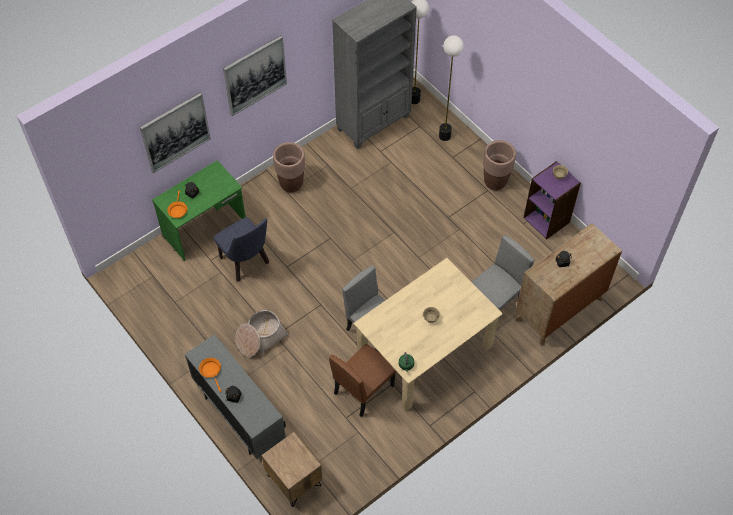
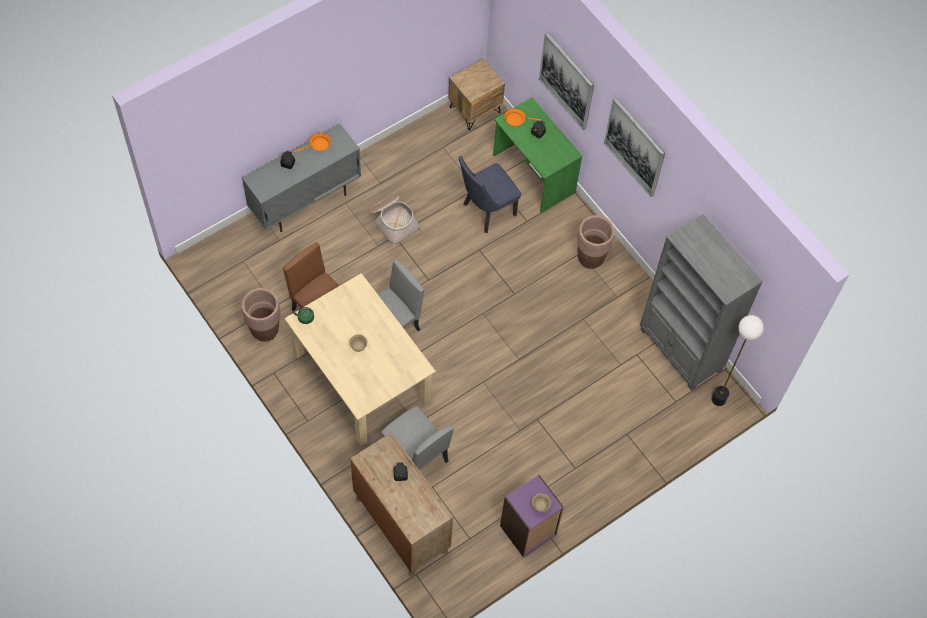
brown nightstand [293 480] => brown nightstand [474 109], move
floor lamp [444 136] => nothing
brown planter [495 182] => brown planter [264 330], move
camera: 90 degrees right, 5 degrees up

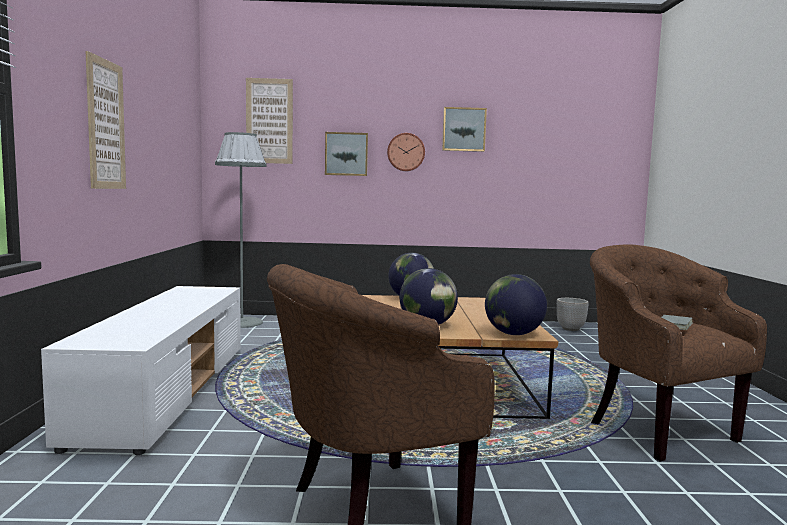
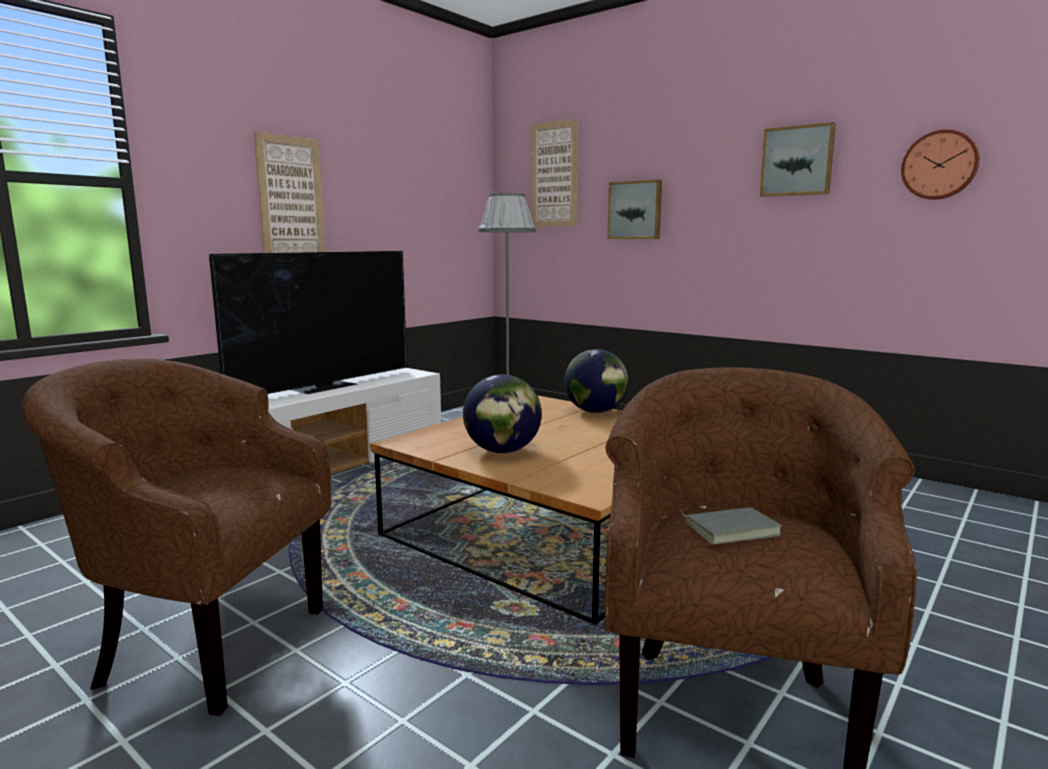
wall clock [406 152] => wall clock [939 165], move
globe [513 334] => nothing
planter [571 329] => nothing
nothing => television [325 386]
camera: 40 degrees right, 5 degrees up

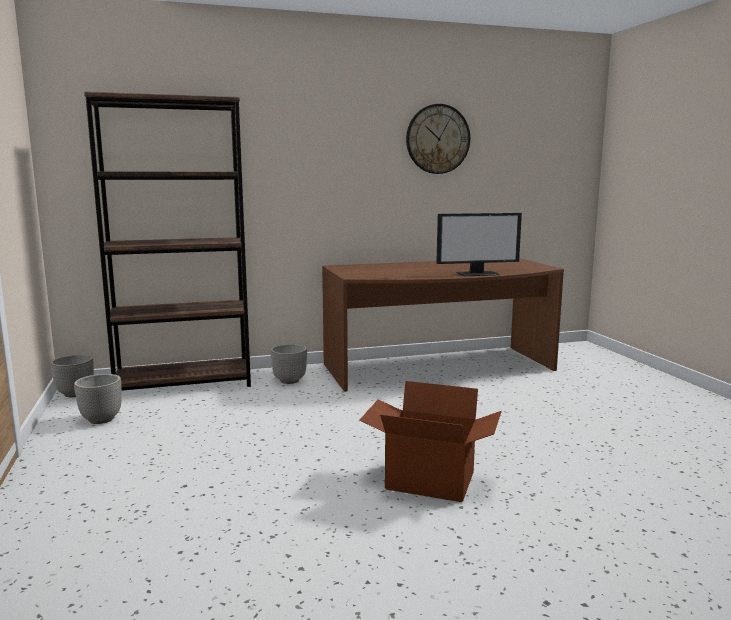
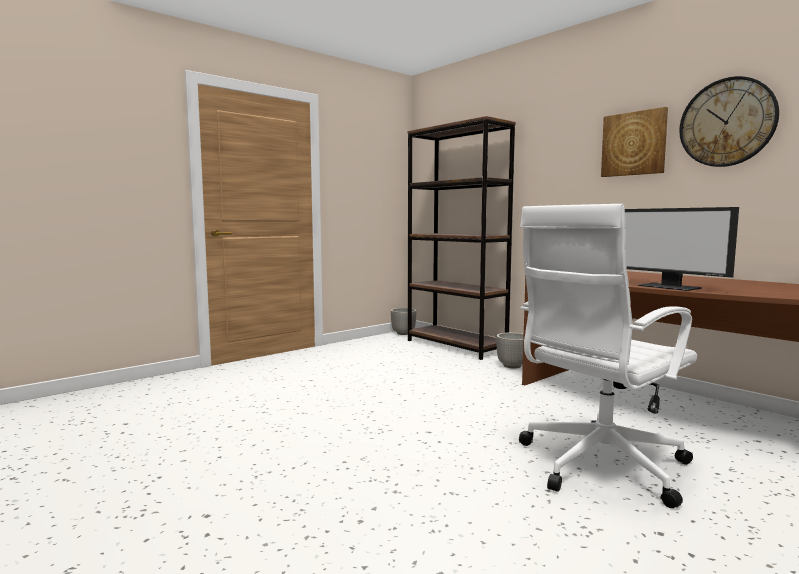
planter [101 419] => nothing
cardboard box [429 481] => nothing
nothing => white office chair [598 465]
nothing => picture [634 144]
camera: 65 degrees right, 5 degrees down

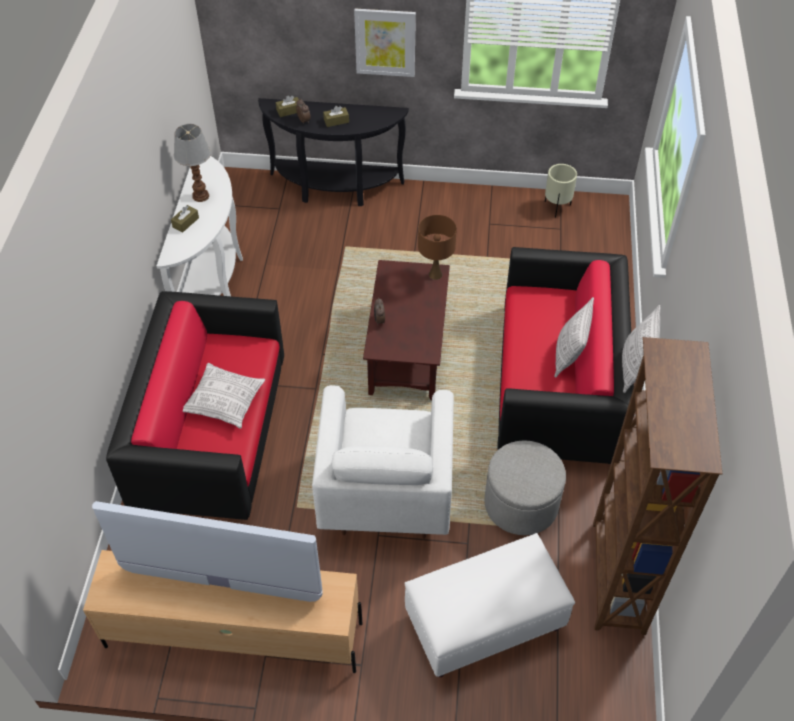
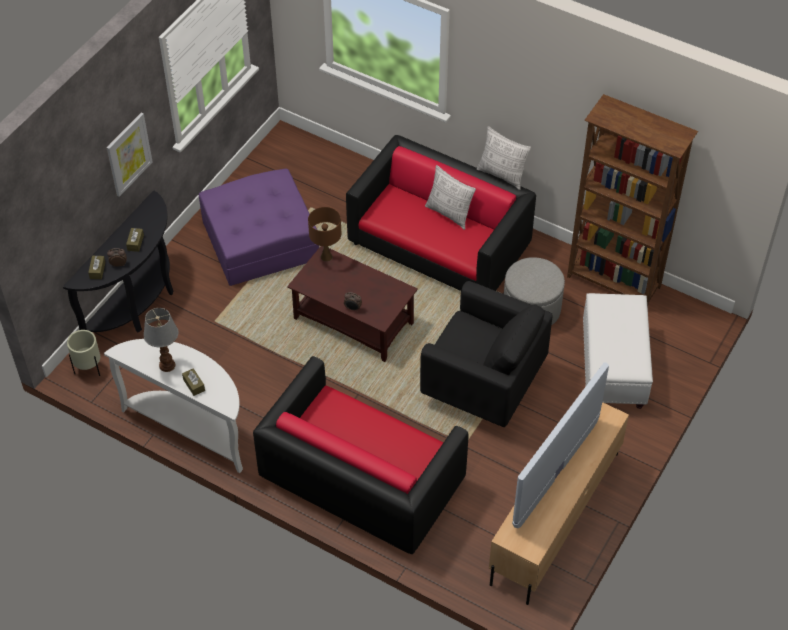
pillow [225 402] => nothing
white armchair [385 495] => black armchair [483 385]
beige planter [557 208] => beige planter [89 369], move
nothing => purple ottoman [260 239]
camera: 65 degrees left, 0 degrees up

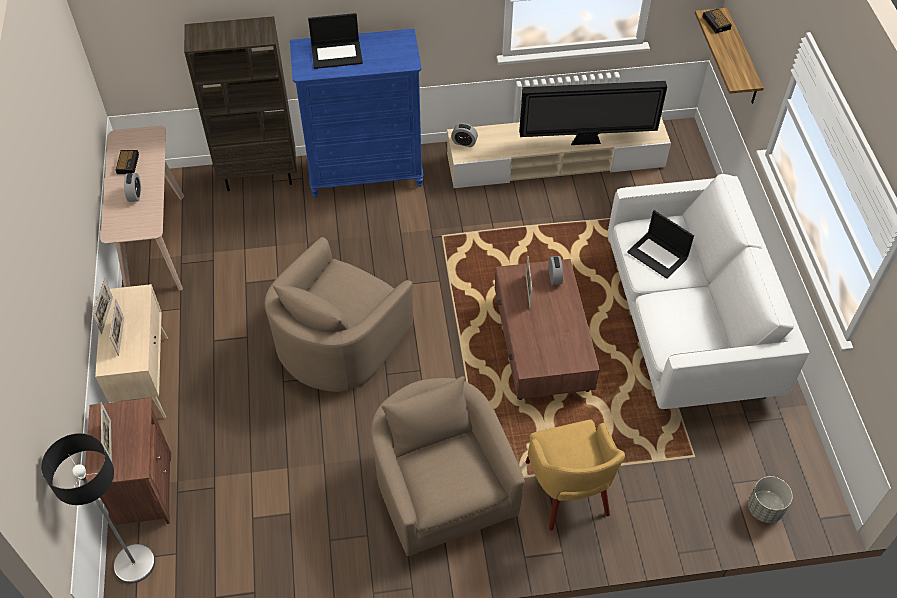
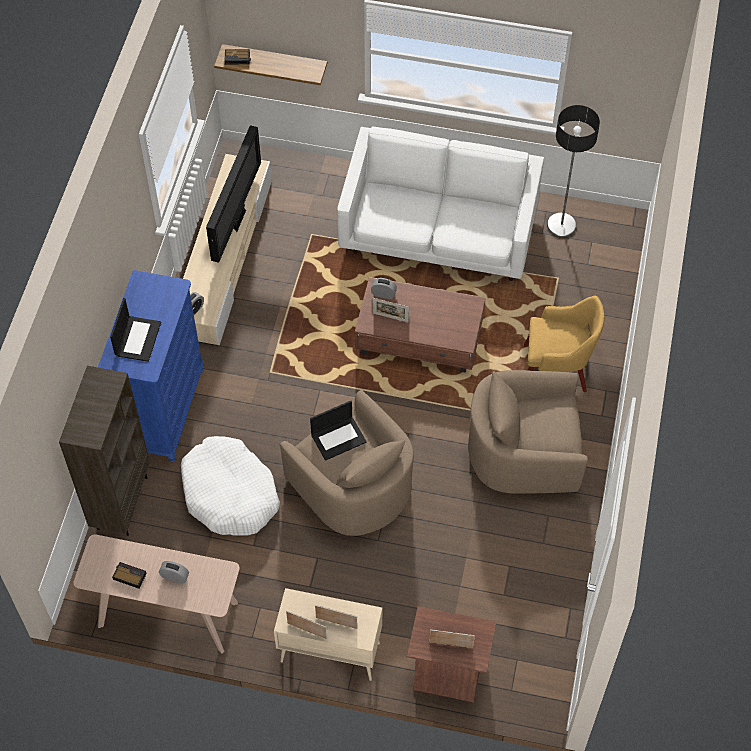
floor lamp [135 564] => floor lamp [561 225], move
laptop [658 255] => laptop [338 437], move
grey planter [764 508] => nothing
nothing => white dog bed [230 494]
camera: 70 degrees left, 5 degrees up

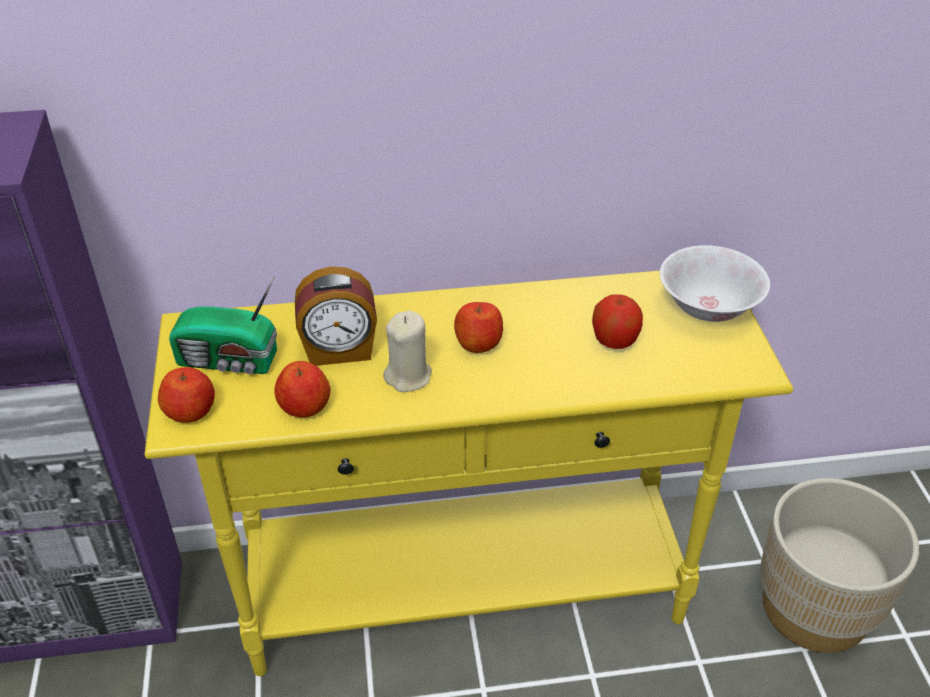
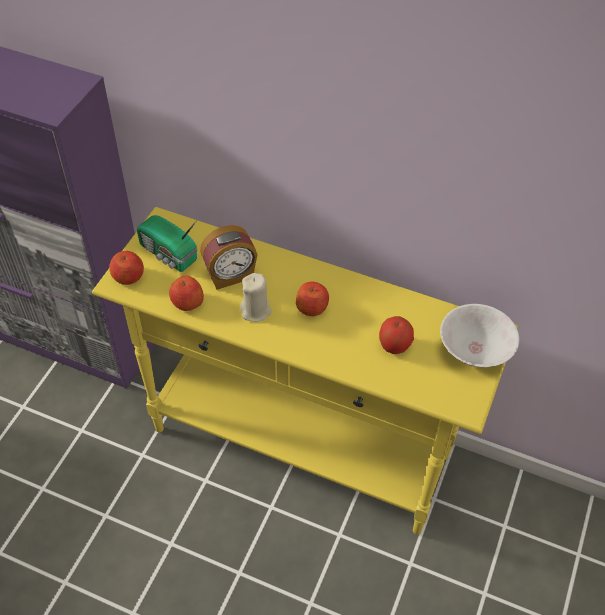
alarm clock [339 351] => alarm clock [230 276], 45 degrees counterclockwise
beige planter [815 608] => nothing
camera: 30 degrees right, 10 degrees up

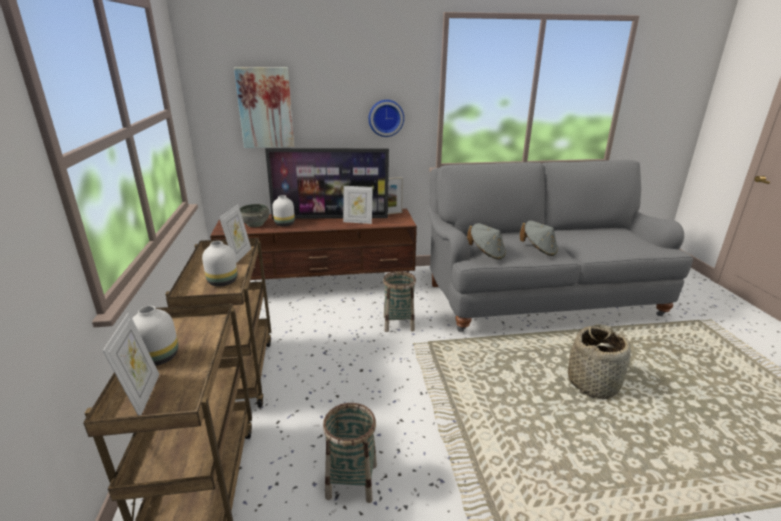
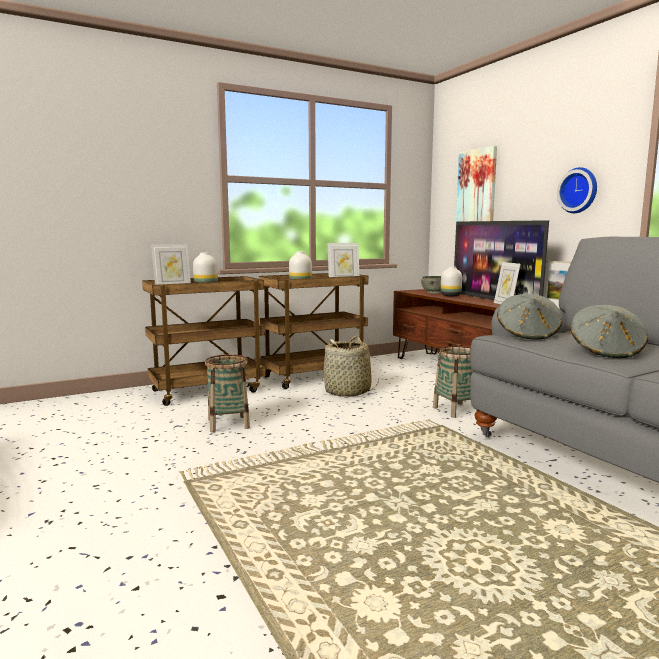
basket [593 383] => basket [348 391], move
camera: 70 degrees right, 15 degrees down

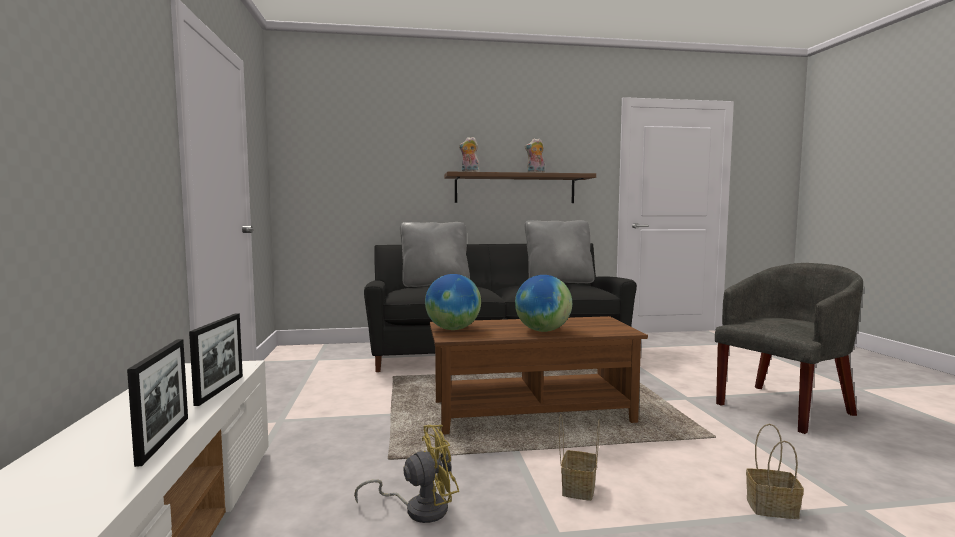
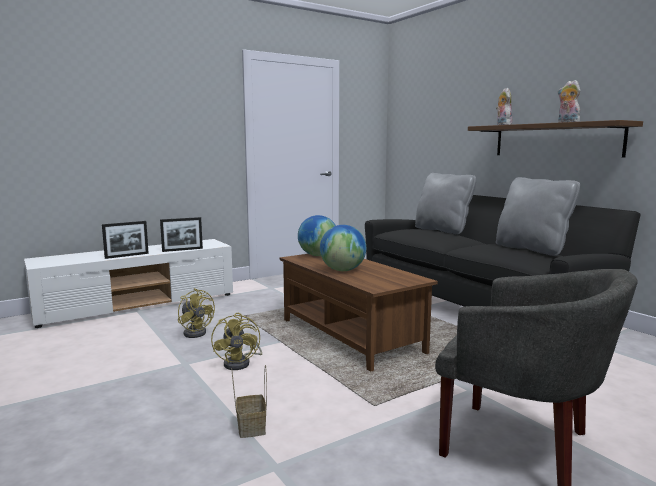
basket [578 487] => yellow fan [241 363]
camera: 65 degrees right, 5 degrees up

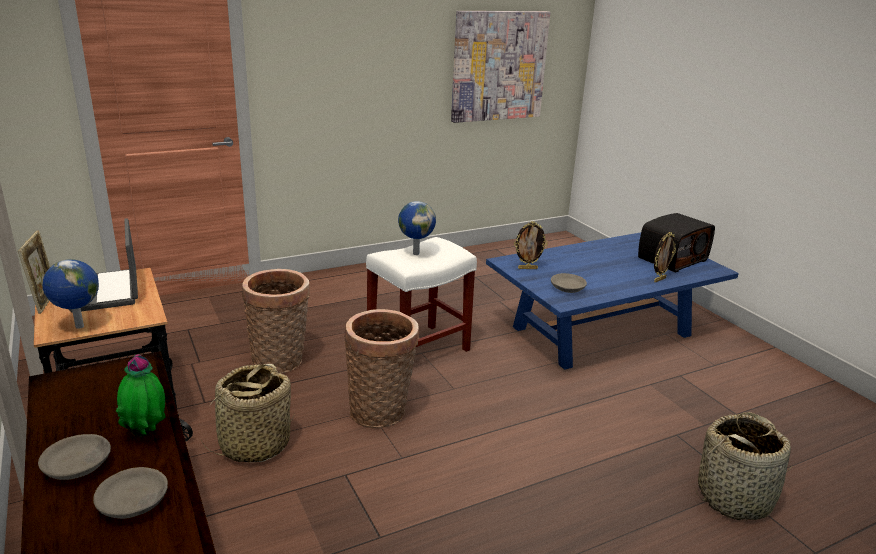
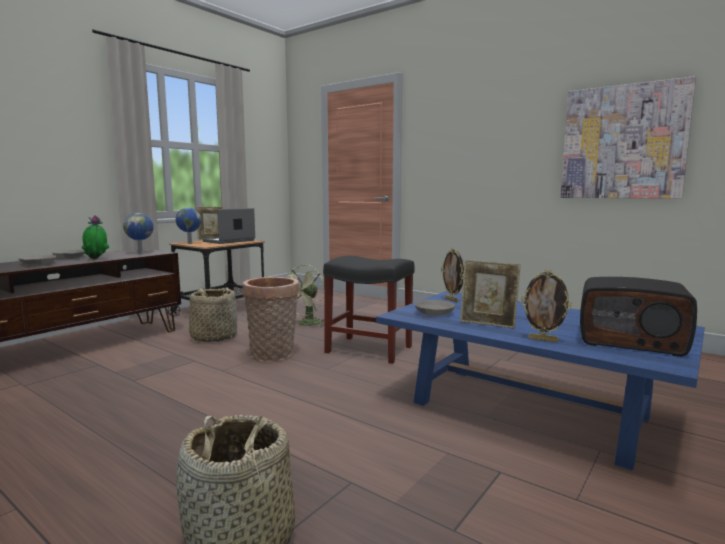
basket [281 361] => green fan [306 324]
white stool [419 349] => black stool [370 349]
globe [415 253] => globe [141 252], move
nothing => picture frame [488 324]
camera: 65 degrees right, 15 degrees down

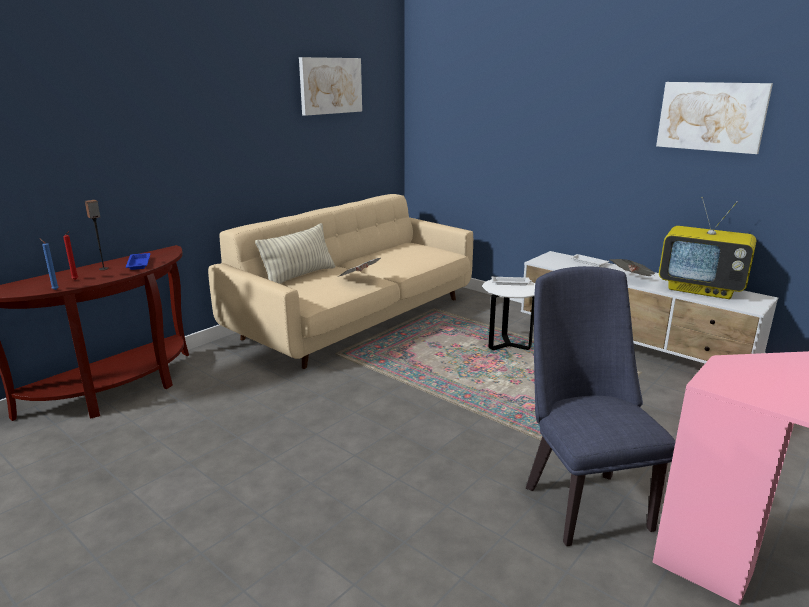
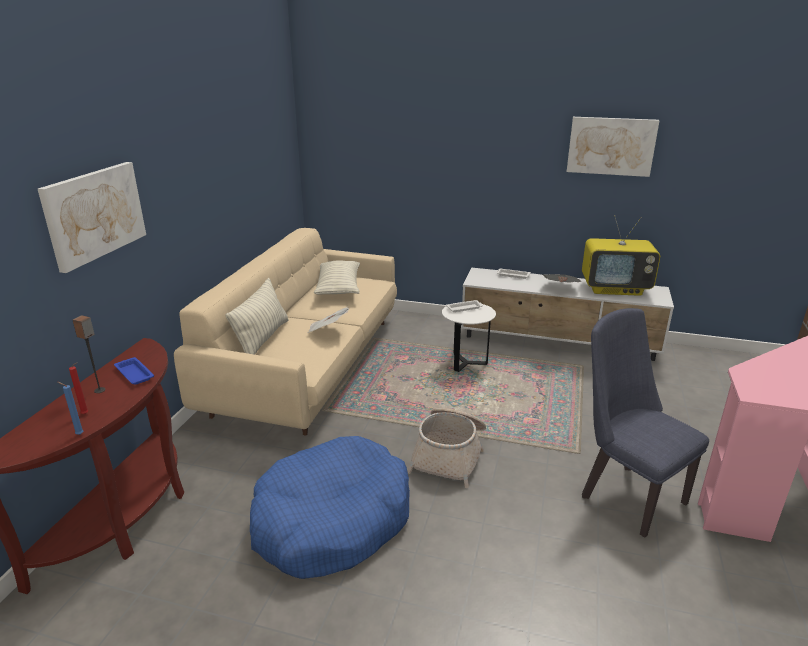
picture [330 85] => picture [94 214], move
nothing => blue dog bed [331 521]
nothing => pillow [338 288]
nothing => basket [450 455]
camera: 25 degrees left, 5 degrees up

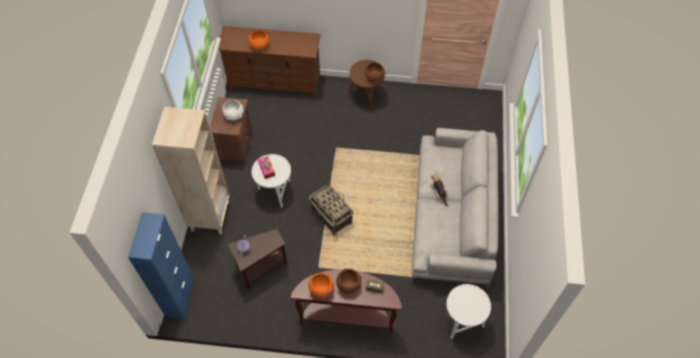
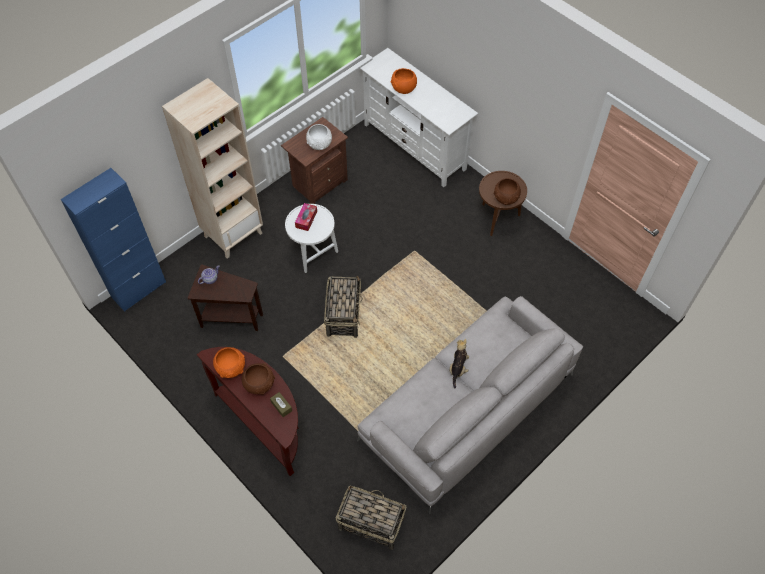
brown tv stand [275 84] => white tv stand [415 146]
white side table [462 321] => basket [370 523]
camera: 40 degrees right, 0 degrees up

